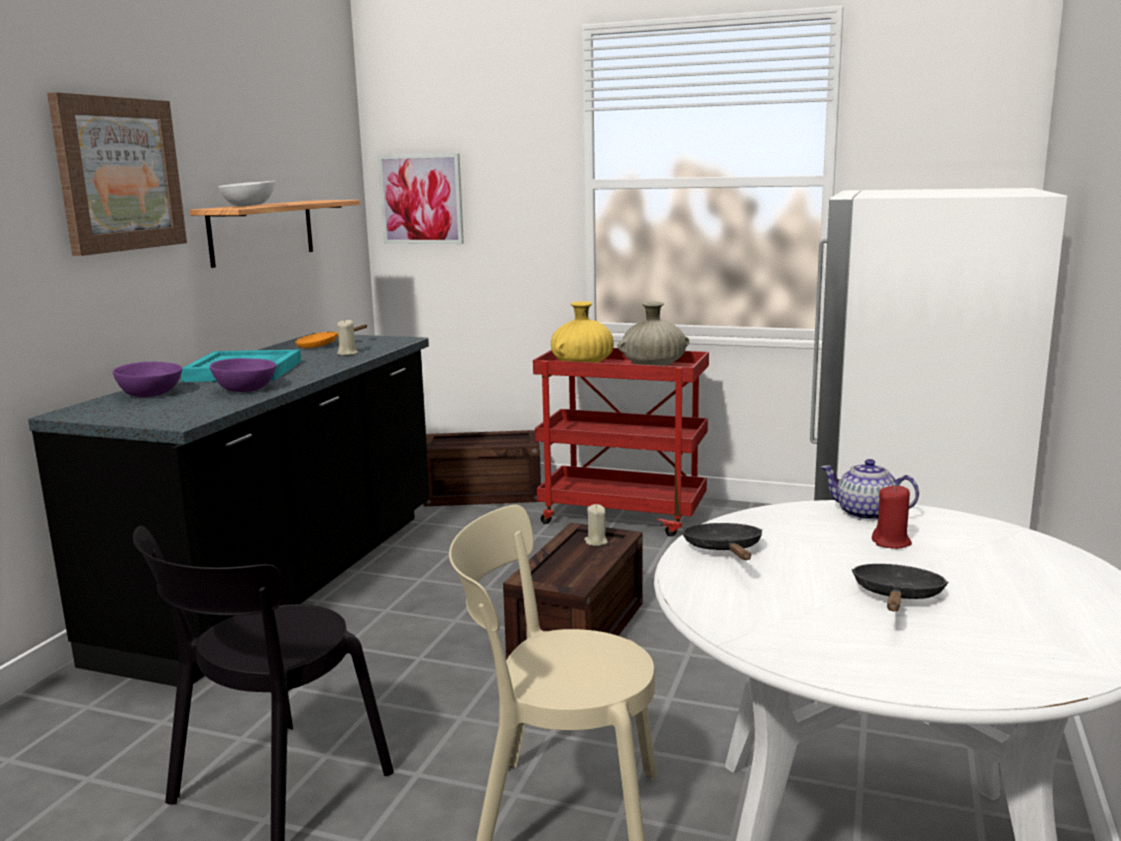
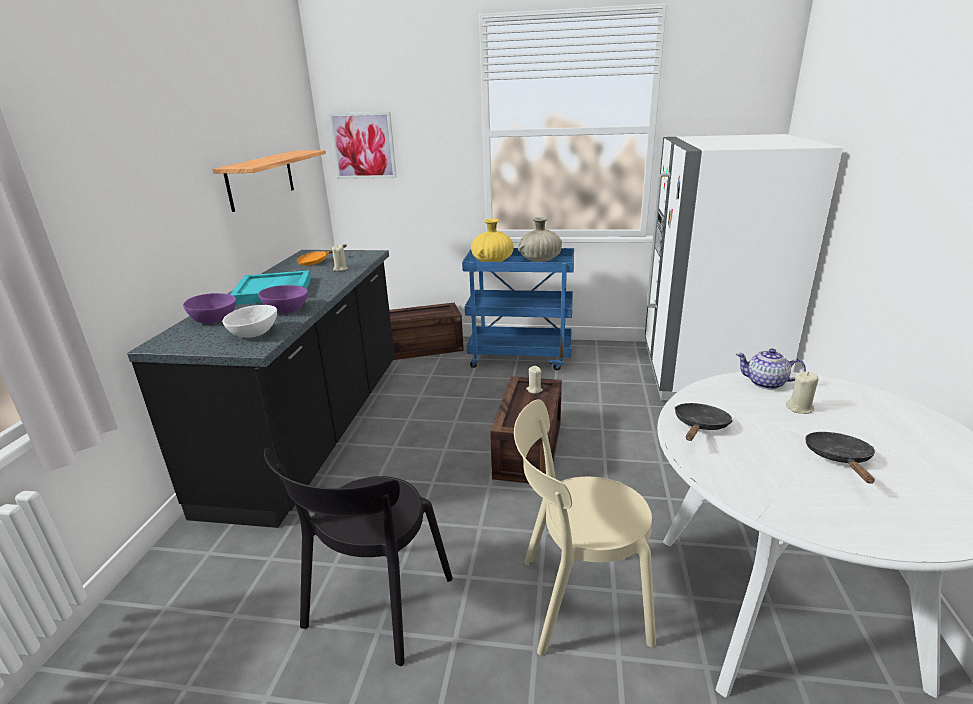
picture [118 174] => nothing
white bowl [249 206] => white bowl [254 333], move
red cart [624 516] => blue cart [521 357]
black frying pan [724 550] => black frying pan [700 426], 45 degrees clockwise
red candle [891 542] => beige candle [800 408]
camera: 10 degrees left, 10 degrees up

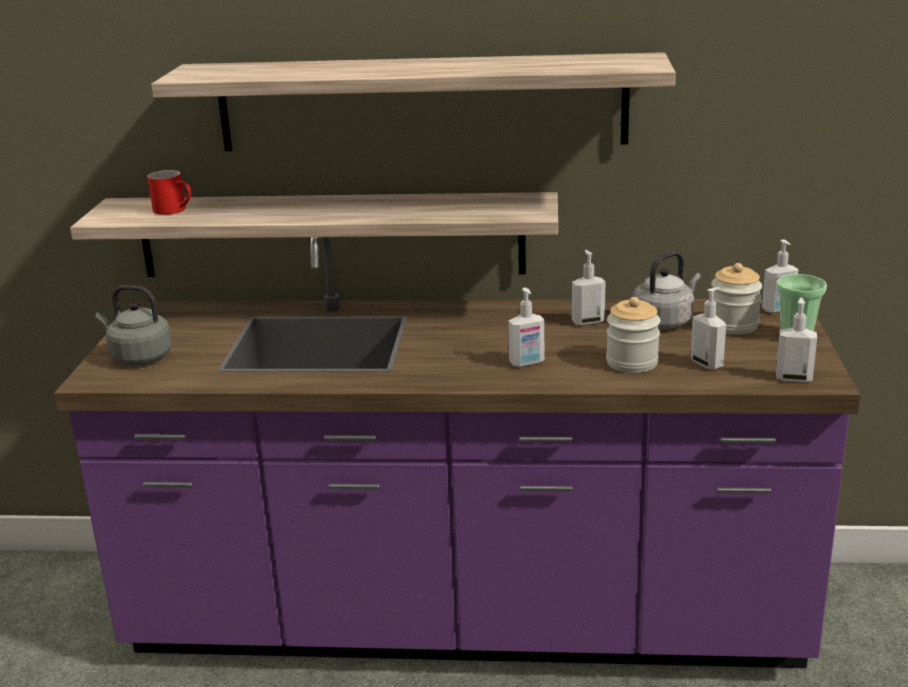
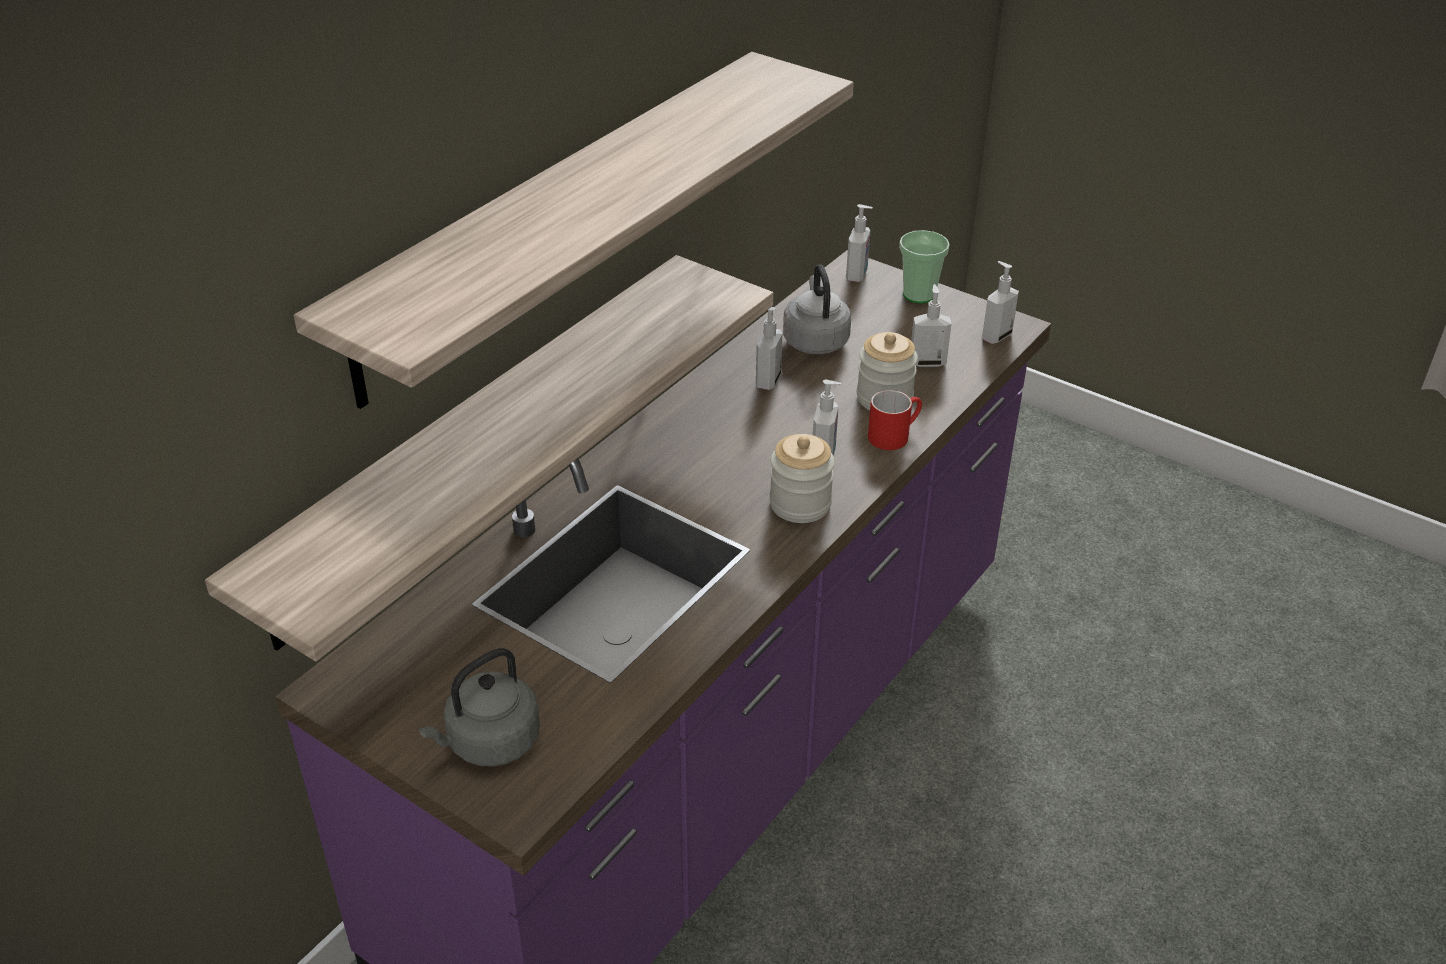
red mug [175 210] => red mug [893 434], move
jar [733 325] => jar [800 504], move
camera: 60 degrees left, 15 degrees up

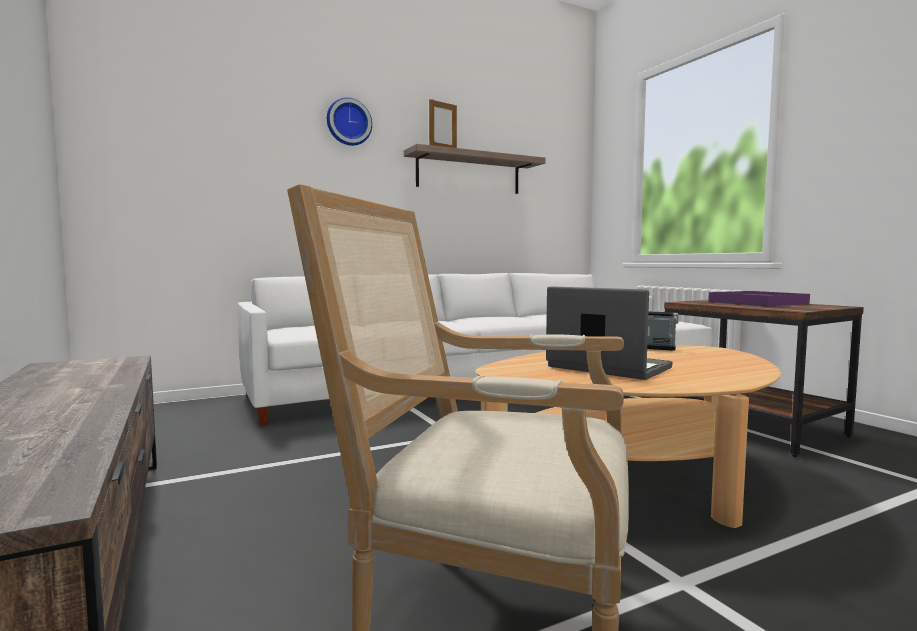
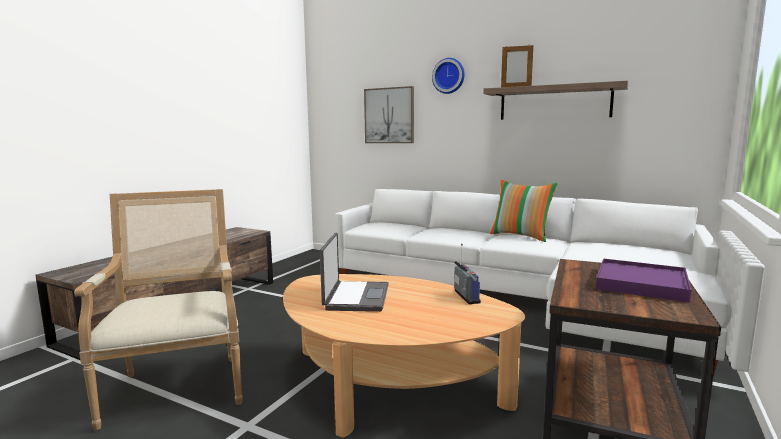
nothing => picture [389 115]
nothing => pillow [521 236]
camera: 55 degrees right, 5 degrees up

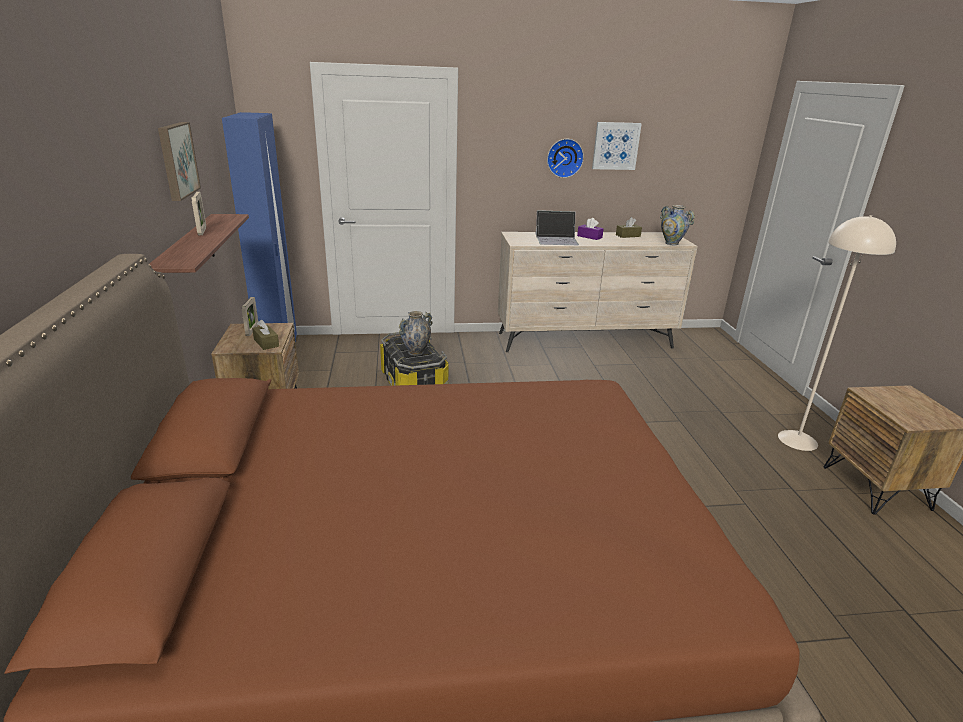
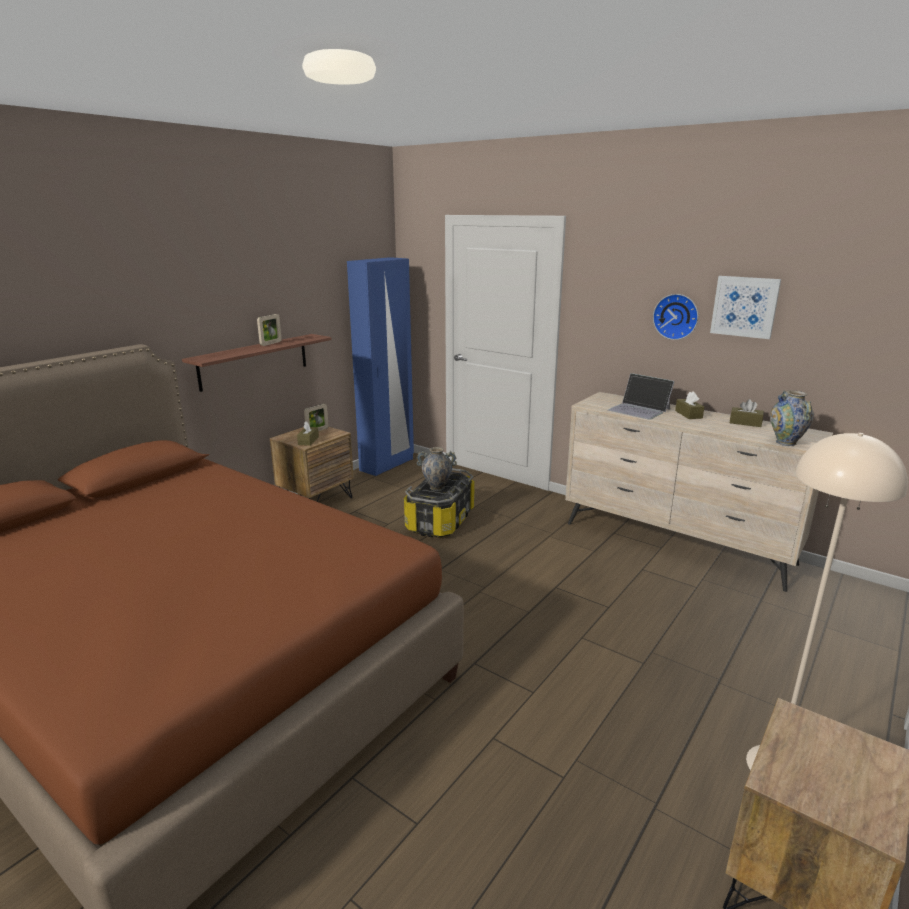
picture [176 160] => nothing
purple tissue box [589 237] => brown tissue box [688 414]
camera: 45 degrees right, 5 degrees down

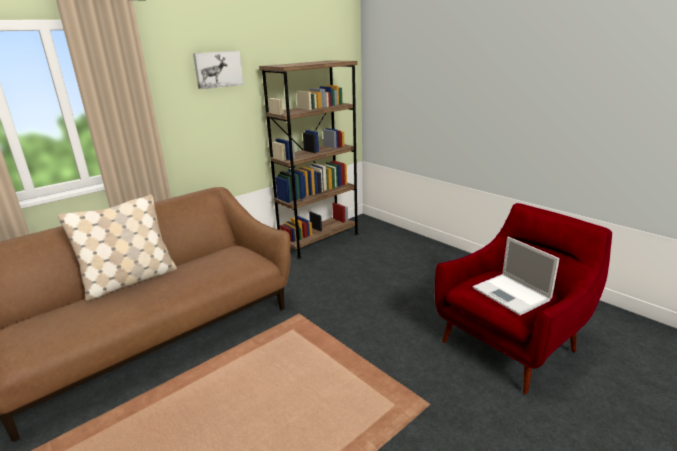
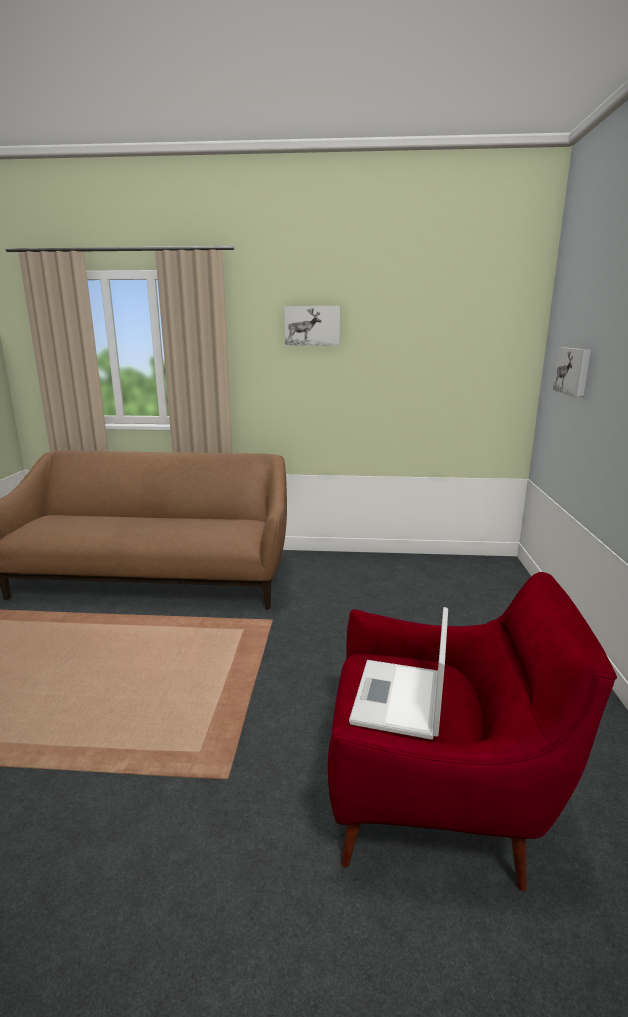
beige pillow [130 281] => nothing
brown bookcase [319 240] => nothing
nothing => picture [573 371]
camera: 45 degrees right, 5 degrees down

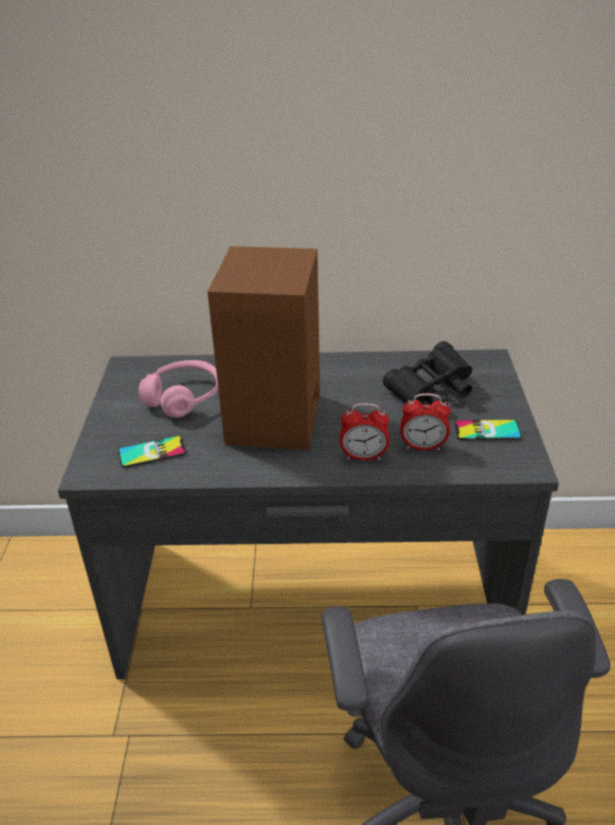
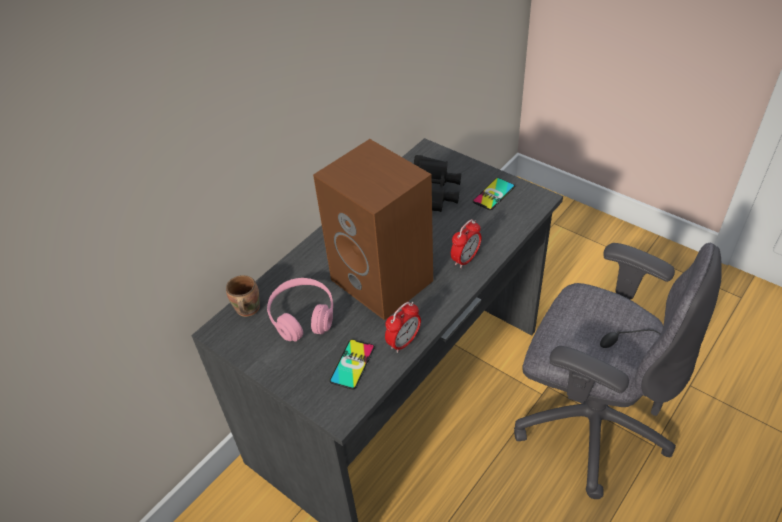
alarm clock [423 447] => alarm clock [403 342], move
nothing => brown mug [246 310]
camera: 50 degrees left, 10 degrees up

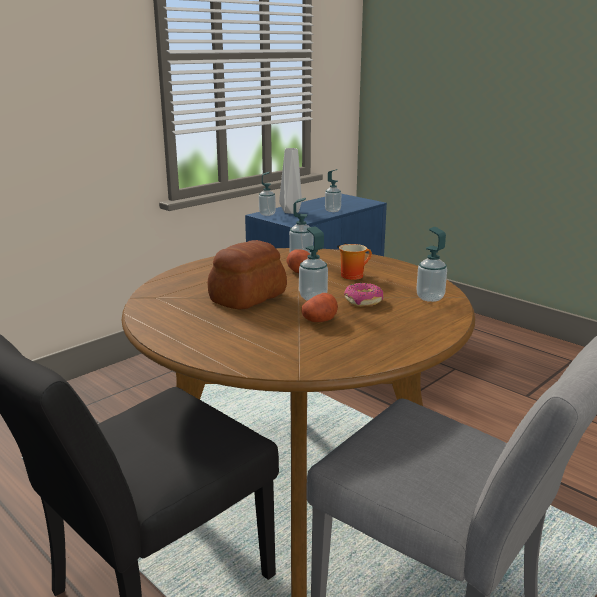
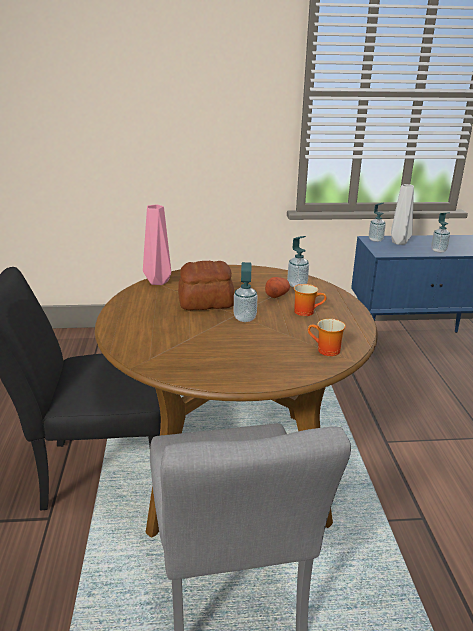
potato [320 320] => nothing
donut [364 301] => nothing
soap dispenser [430 298] => mug [325 351]
nothing => pink vase [157 282]
camera: 40 degrees right, 5 degrees up

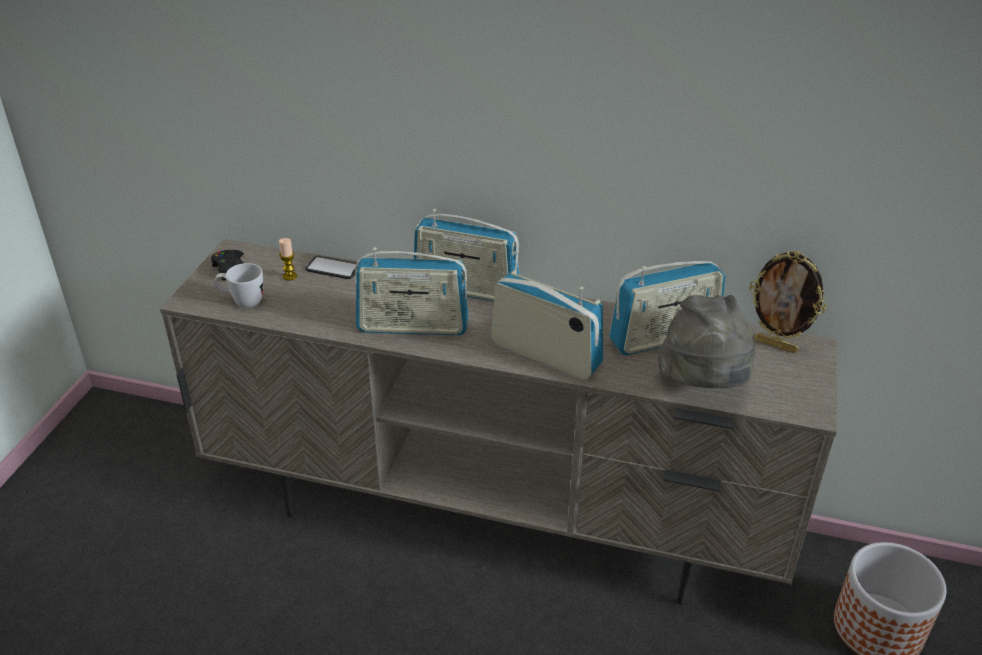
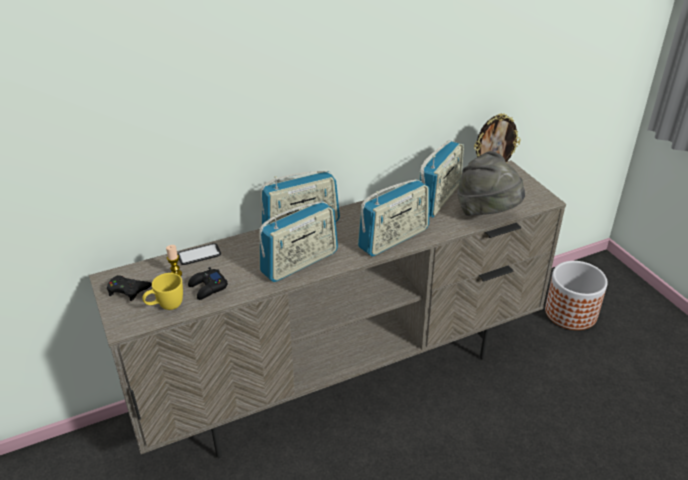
white mug [242 302] => yellow mug [166 307]
radio [545 354] => radio [394 238], 150 degrees clockwise
nothing => black game controller [208 288]
camera: 40 degrees left, 0 degrees up

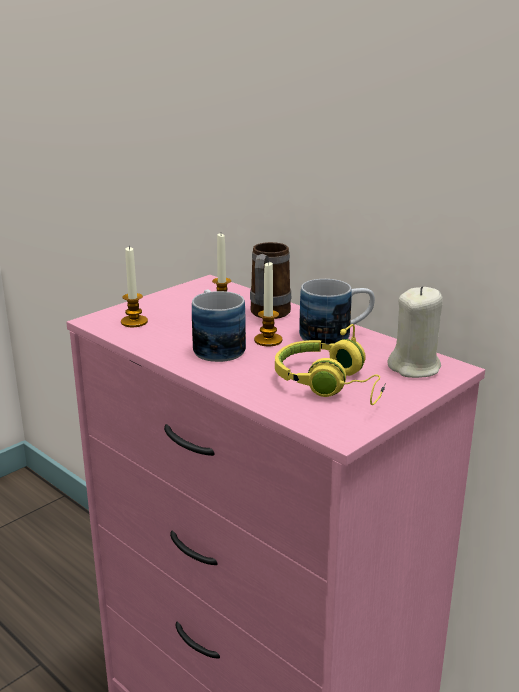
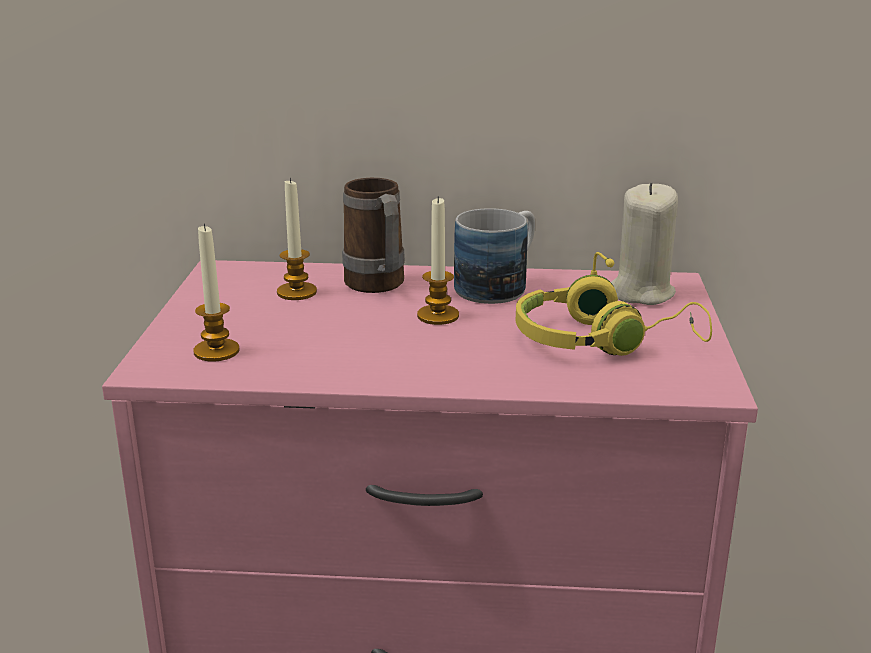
mug [216 346] => nothing
camera: 40 degrees left, 0 degrees up

